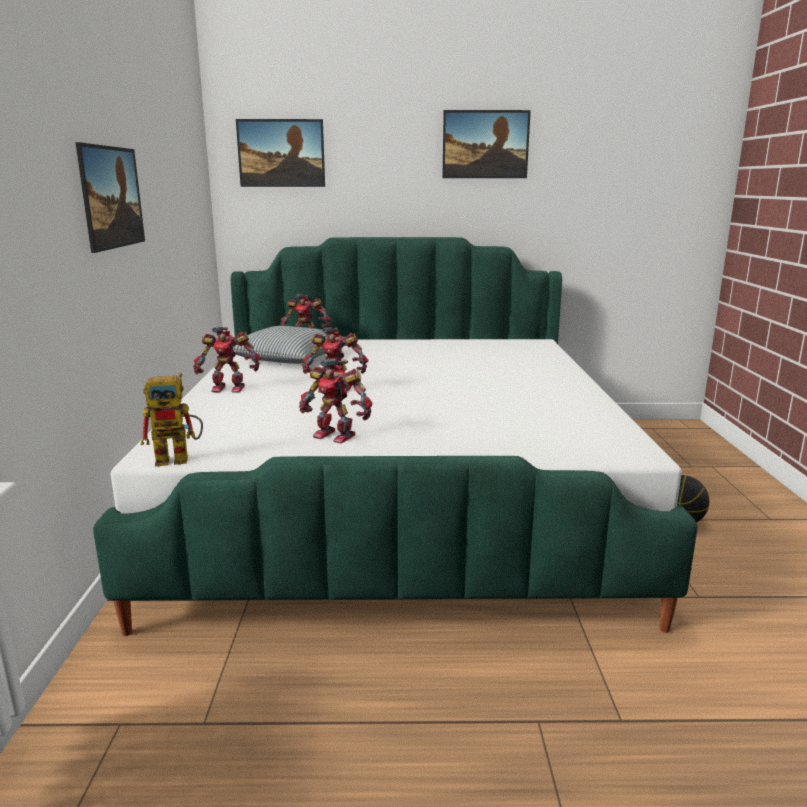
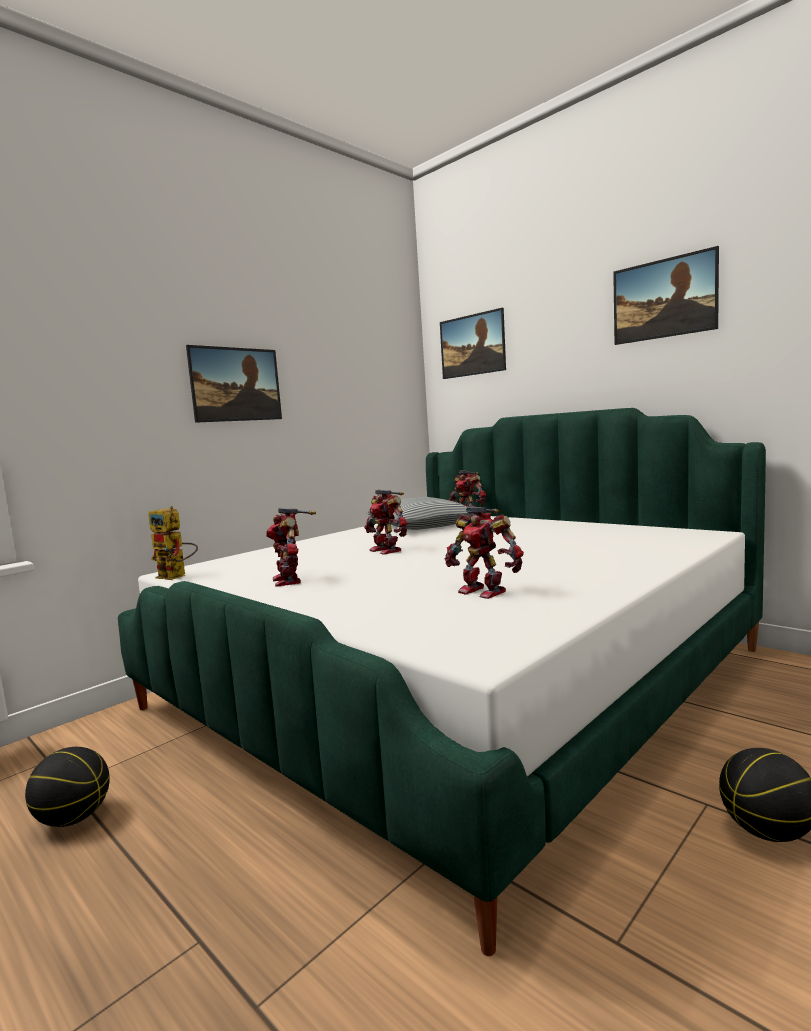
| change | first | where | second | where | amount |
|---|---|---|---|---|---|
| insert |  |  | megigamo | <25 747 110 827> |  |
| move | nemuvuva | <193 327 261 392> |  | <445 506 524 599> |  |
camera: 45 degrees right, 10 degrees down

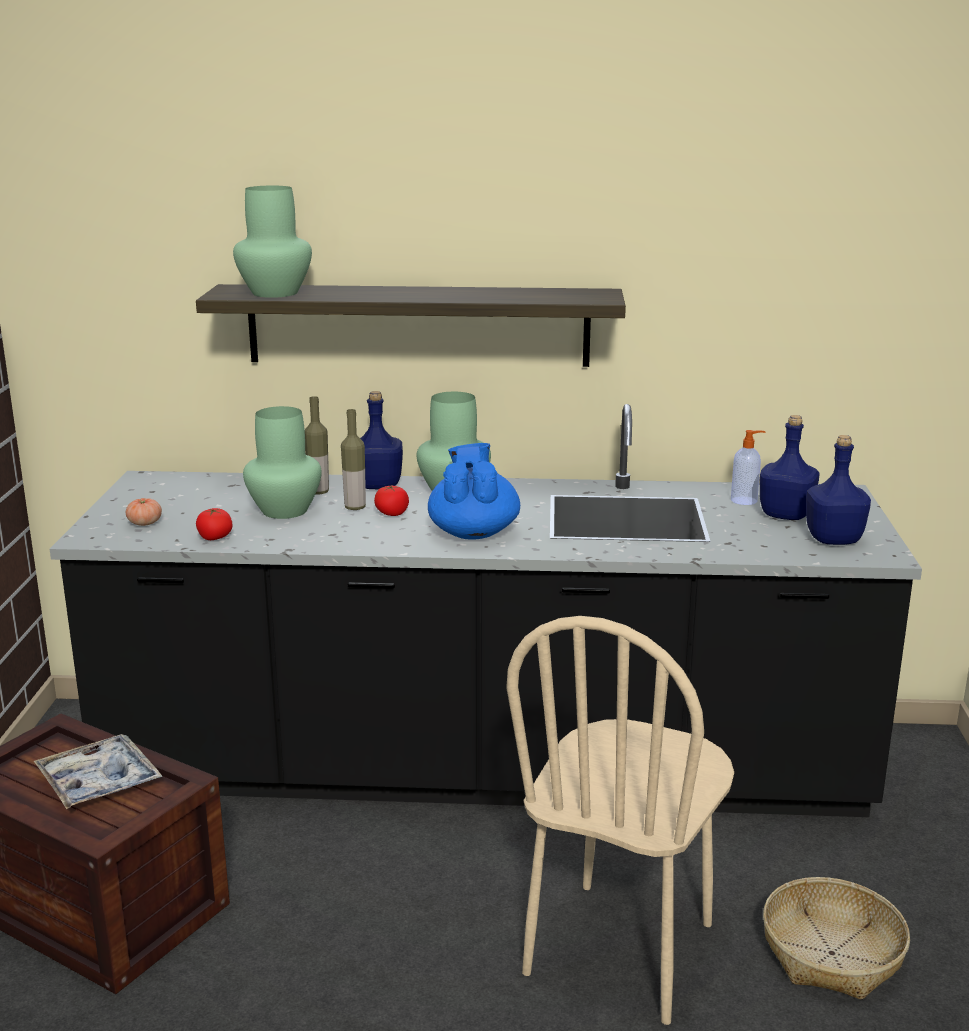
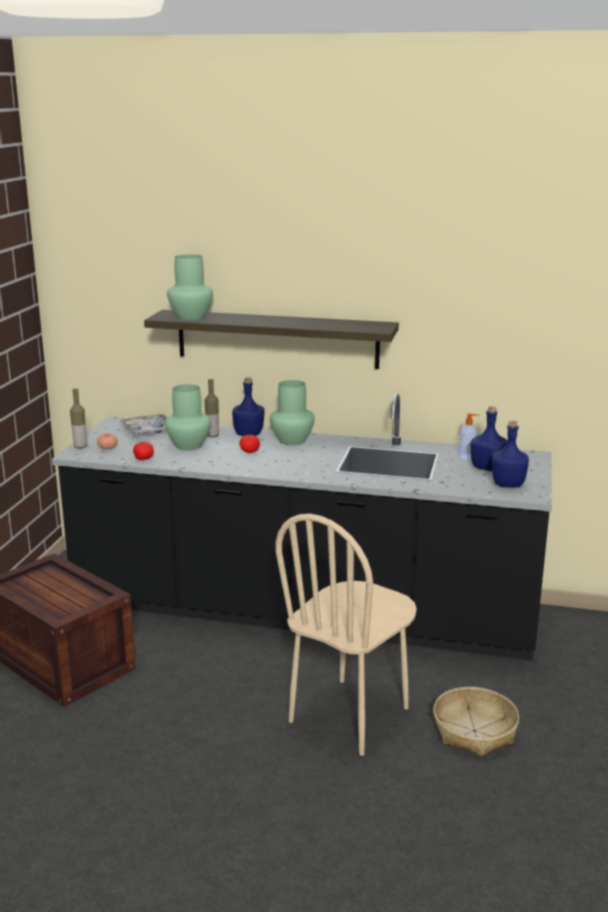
| change | first | where | second | where | amount |
|---|---|---|---|---|---|
| move | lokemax | <341 409 366 510> |  | <70 389 87 449> |  |
| move | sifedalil | <34 734 163 809> |  | <119 414 167 435> |  |
| delete | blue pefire | <428 443 520 539> |  |  |  |
camera: 10 degrees right, 0 degrees up

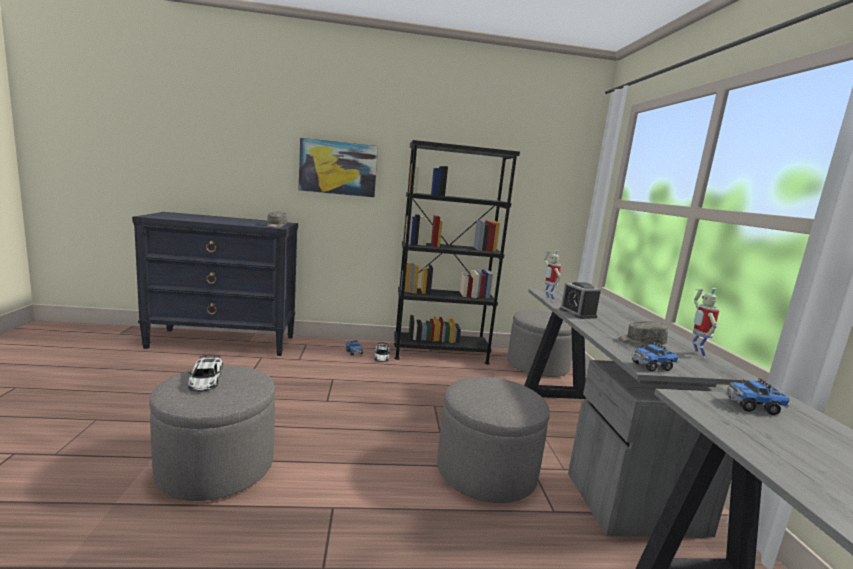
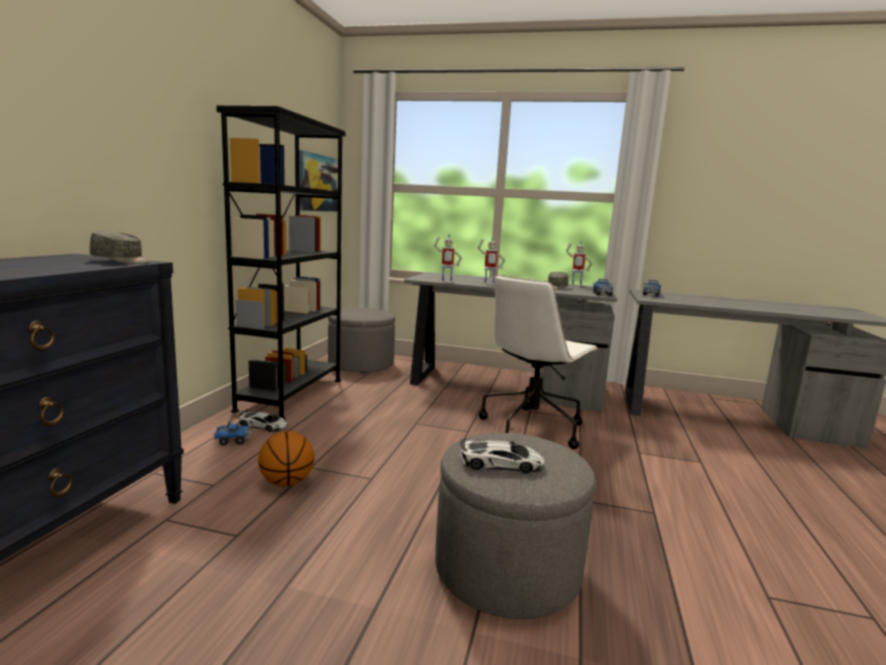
| change | first | where | second | where | amount |
|---|---|---|---|---|---|
| insert |  |  | megigamo | <258 431 314 486> |  |
| move | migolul | <299 138 378 197> |  | <299 150 338 212> |  |
| replace | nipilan | <559 282 601 319> | nemuvuva | <478 237 505 285> |  |
| replace | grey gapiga | <437 377 550 503> | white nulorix | <479 275 599 449> |  |
camera: 70 degrees left, 0 degrees up

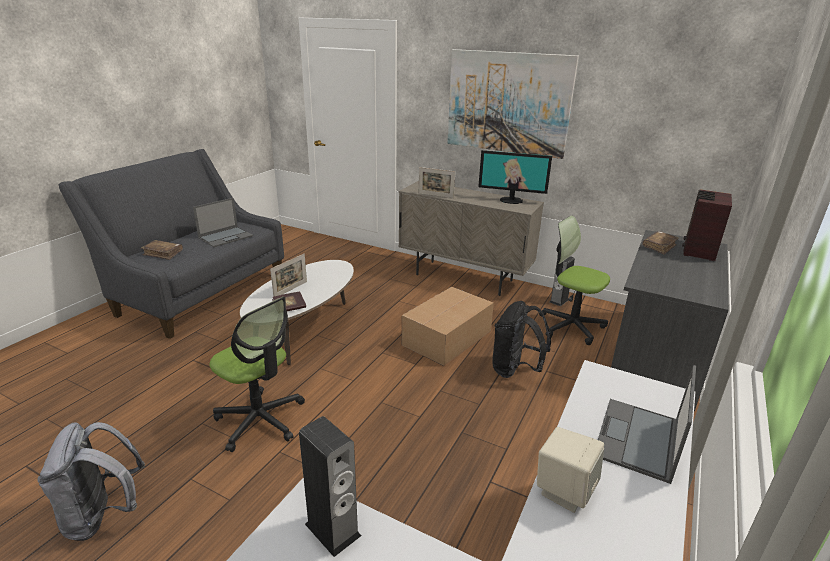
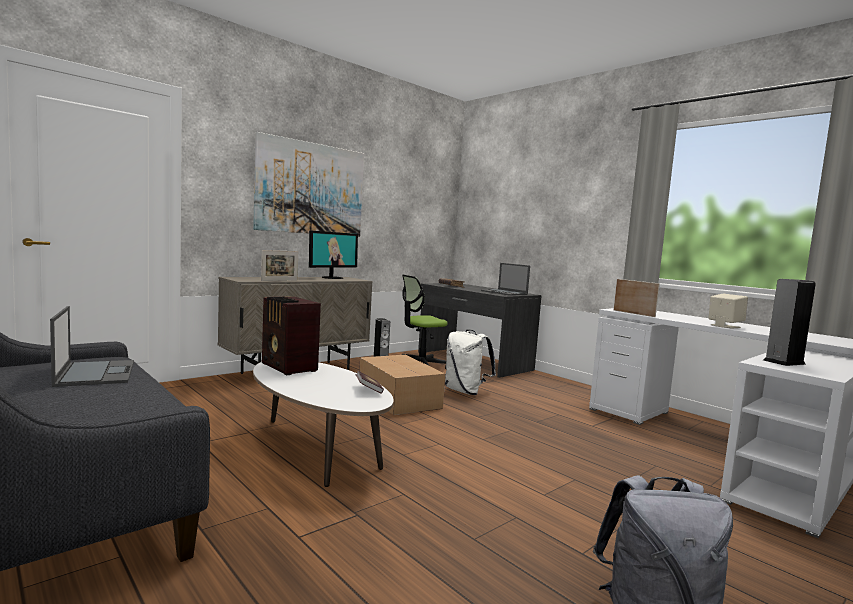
| change | first | where | second | where | amount |
|---|---|---|---|---|---|
| move | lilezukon | <682 190 732 261> |  | <262 297 321 376> |  |
| recolor | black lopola | <492 301 551 378> | white lopola | <445 329 496 395> |  |
| move | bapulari | <598 365 696 484> |  | <481 263 530 296> |  |
| move | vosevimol | <270 254 307 297> |  | <614 279 660 317> |  |
| delete | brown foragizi | <141 240 183 260> |  |  |  |
| delete | nulorix | <210 297 305 452> |  |  |  |
camera: 70 degrees left, 20 degrees down

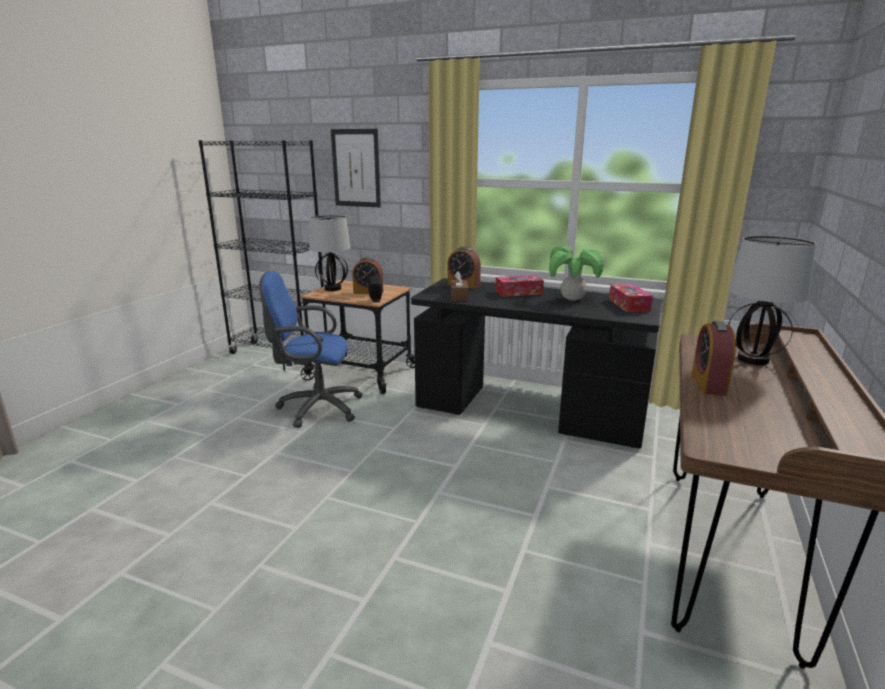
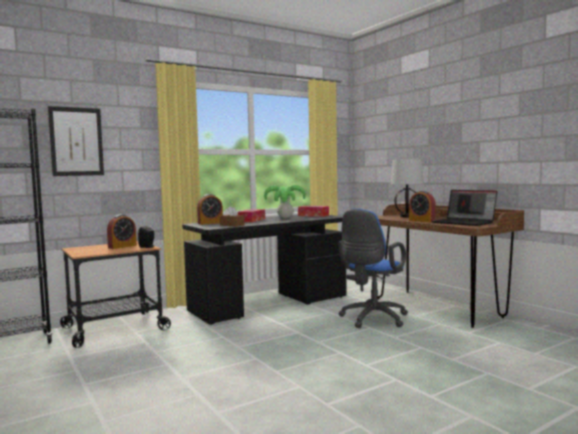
| change | first | where | second | where | amount |
|---|---|---|---|---|---|
| move | blue nulorix | <259 271 363 428> |  | <338 208 408 328> |  |
| insert |  |  | bapulari | <432 190 497 226> |  |
| delete | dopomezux | <309 215 351 291> |  |  |  |
camera: 55 degrees left, 15 degrees down

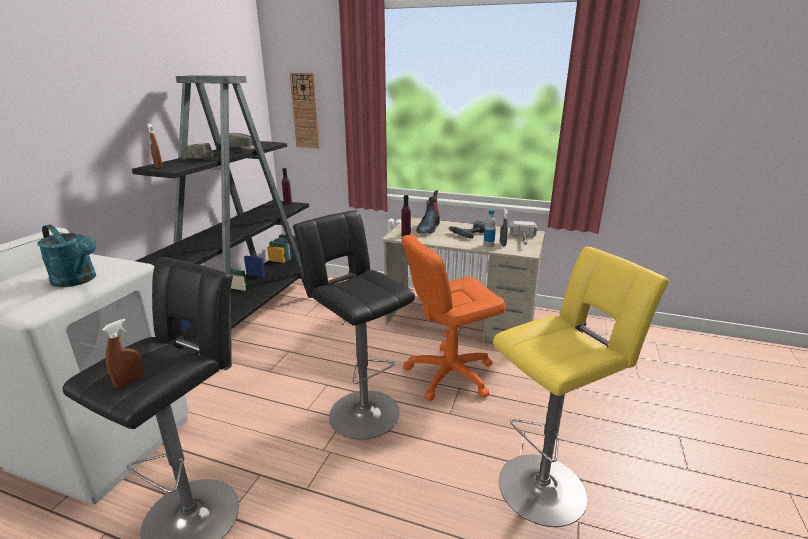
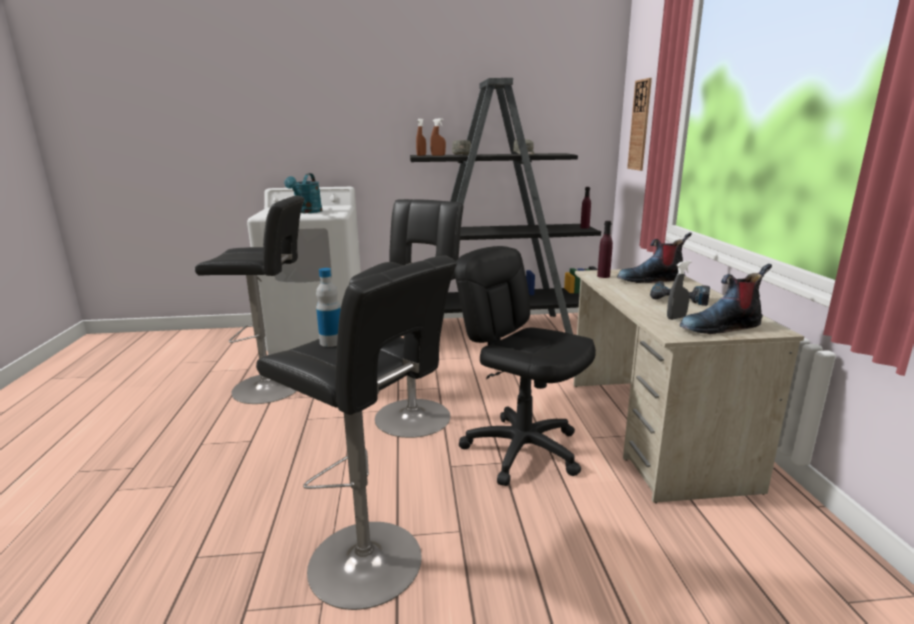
| change | first | where | second | where | amount |
|---|---|---|---|---|---|
| recolor | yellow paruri | <493 247 670 527> | black paruri | <256 255 457 610> |  |
| move | lokemax | <483 210 496 247> |  | <316 268 340 347> |  |
| move | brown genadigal | <102 319 143 388> |  | <430 118 446 156> |  |
| recolor | orange nulorix | <401 235 506 401> | black nulorix | <454 246 596 486> |  |
| replace | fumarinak | <510 221 537 245> | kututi | <680 264 772 334> |  |
camera: 65 degrees right, 5 degrees down

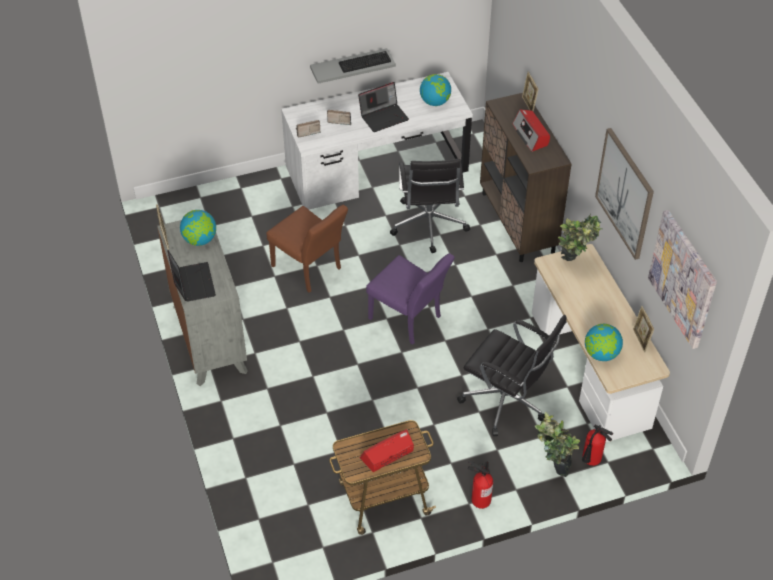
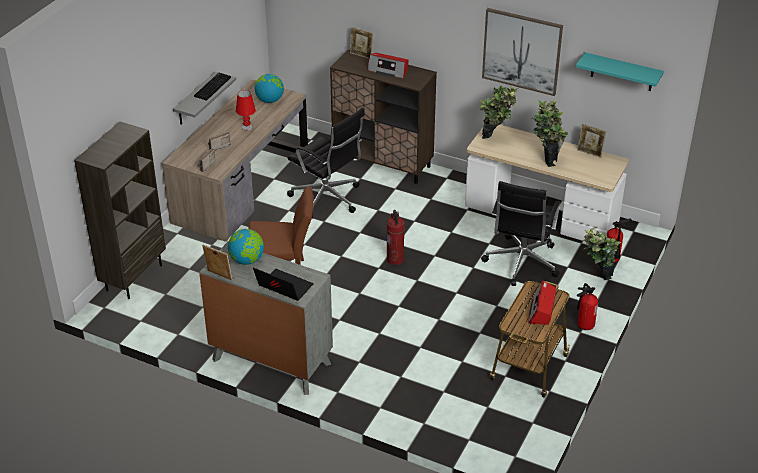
| change | first | where | second | where | amount |
|---|---|---|---|---|---|
| insert |  |  | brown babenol | <74 122 166 299> |  |
| recolor | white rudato | <281 72 473 210> | brown rudato | <162 80 308 242> |  |
| replace | bapulari | <358 82 409 132> | red dopomezux | <236 90 256 131> |  |
| replace | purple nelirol | <366 253 455 345> | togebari | <387 210 405 265> |  |
| rotate | black nulorix | <457 315 567 436> |  | <481 181 560 286> | 120 degrees clockwise |
| insert |  |  | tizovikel | <532 99 568 167> |  |
| replace | migolul | <648 210 717 349> | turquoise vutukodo | <576 52 664 91> |  |
| delete | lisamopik | <585 324 623 361> |  |  |  |
camera: 45 degrees left, 10 degrees down

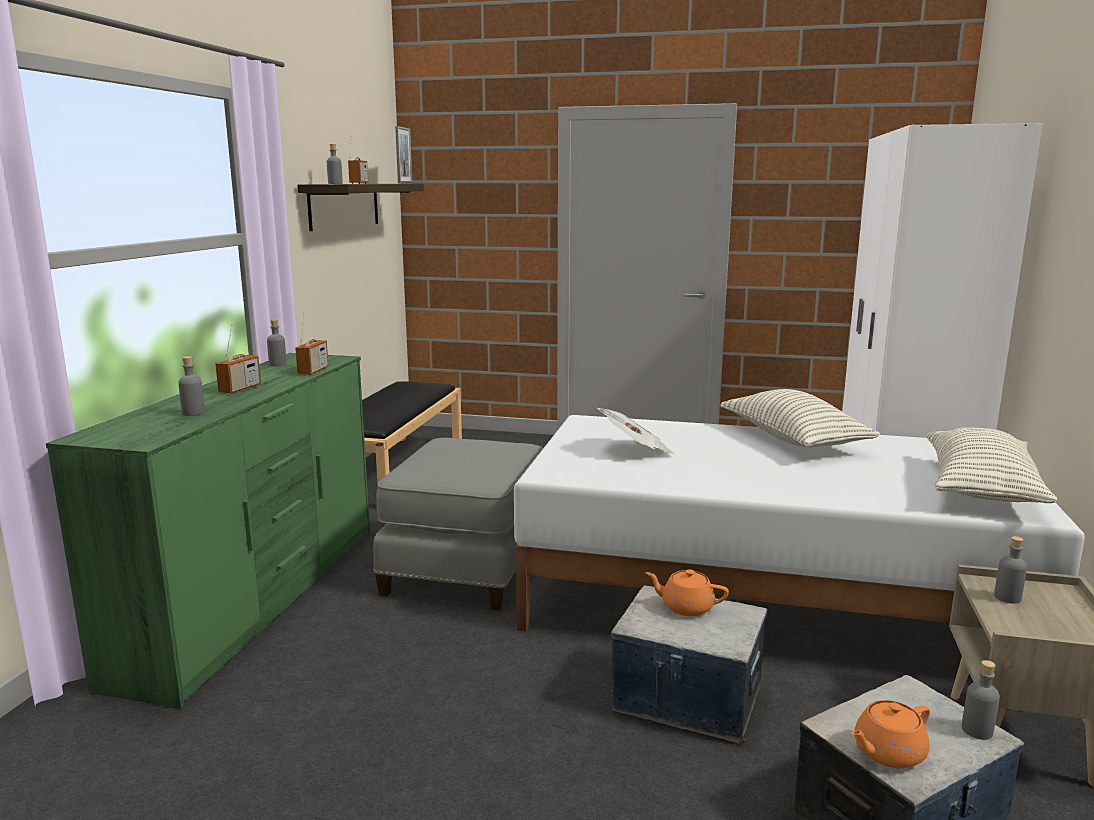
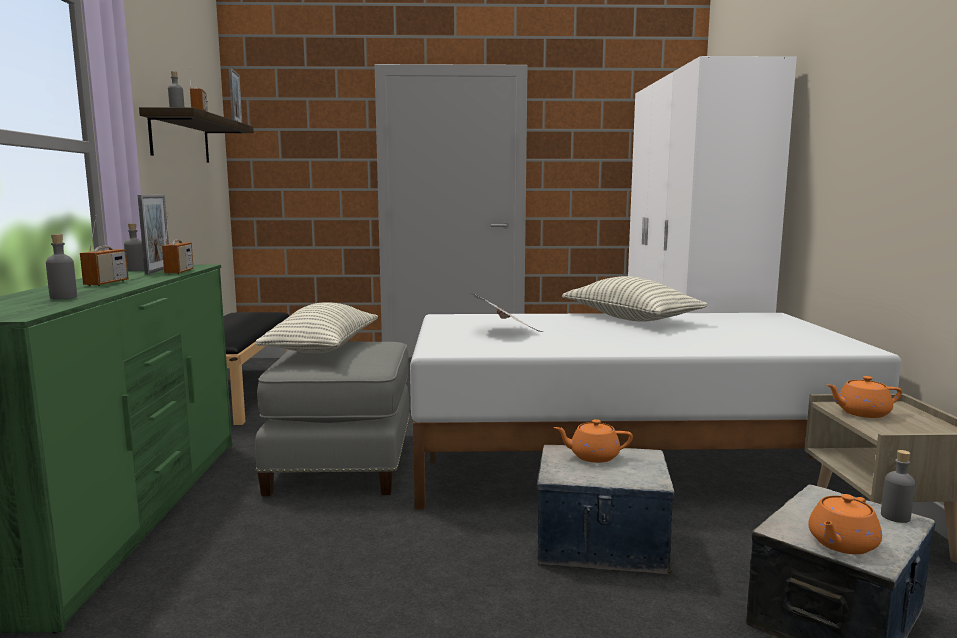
| change | first | where | second | where | amount |
|---|---|---|---|---|---|
| insert |  |  | vosevimol | <138 195 169 274> |  |
| move | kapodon | <927 427 1057 503> |  | <256 302 378 353> |  |
| replace | grey lokemax | <994 536 1027 604> | orange pefire | <827 376 902 418> |  |
camera: 15 degrees left, 5 degrees down

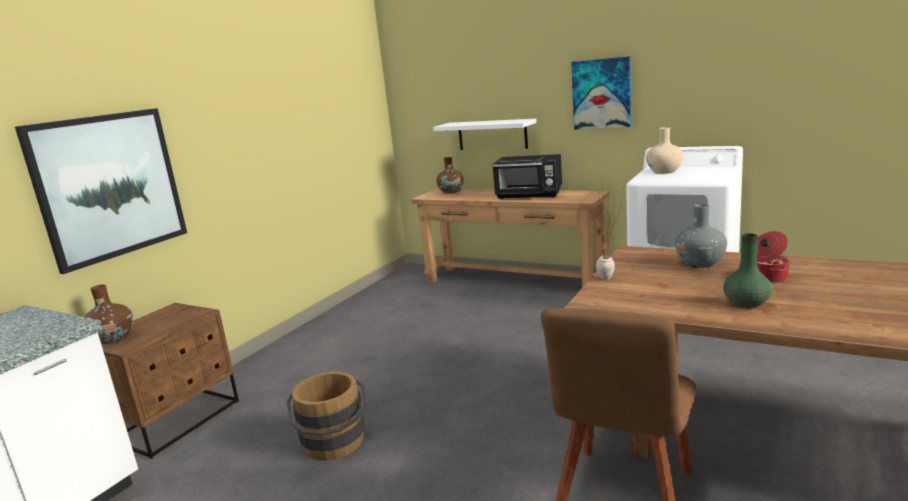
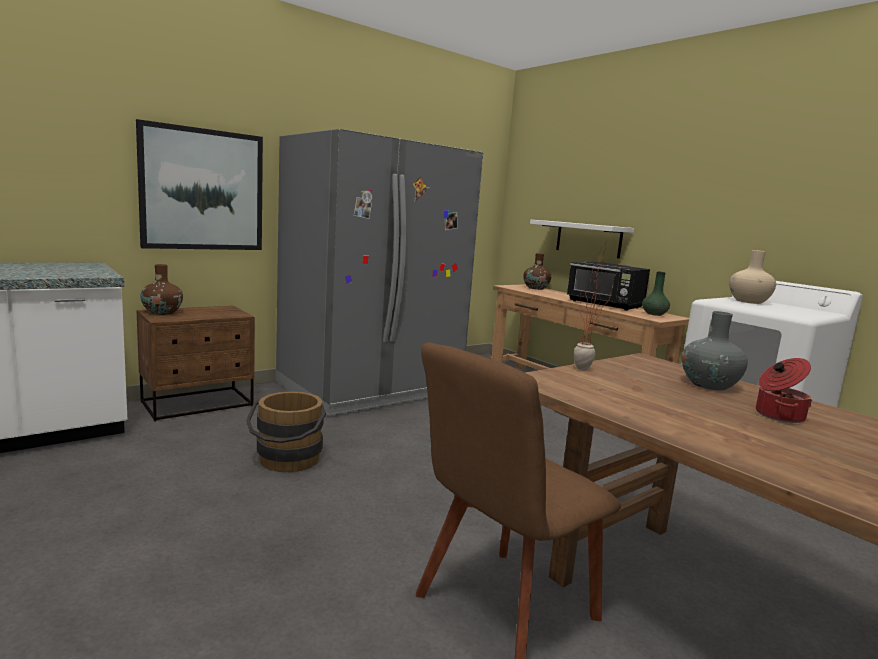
| change | first | where | second | where | amount |
|---|---|---|---|---|---|
| insert |  |  | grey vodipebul | <276 129 483 416> |  |
| move | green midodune | <723 233 773 308> |  | <642 271 670 316> |  |
| delete | migolul | <571 56 631 130> |  |  |  |
camera: 20 degrees right, 5 degrees down

